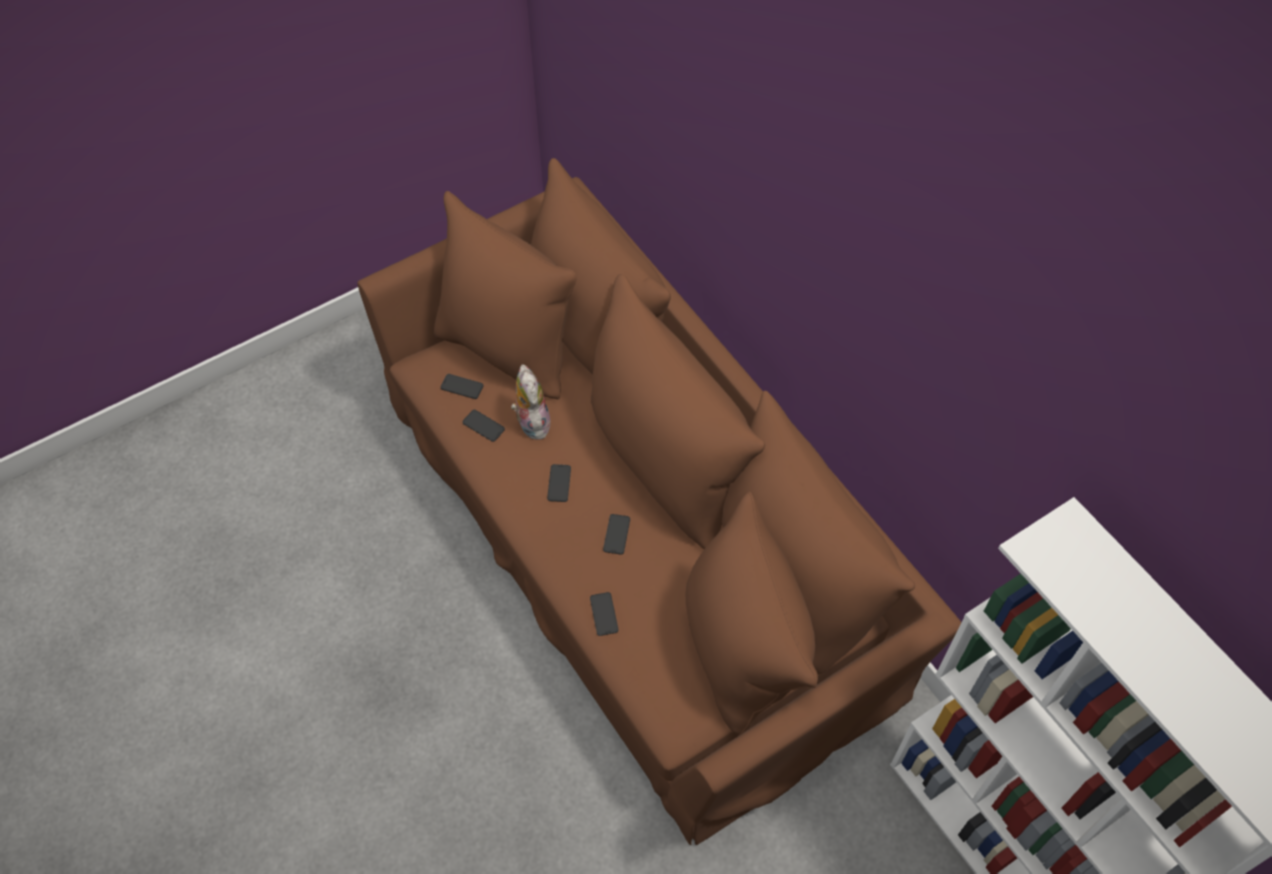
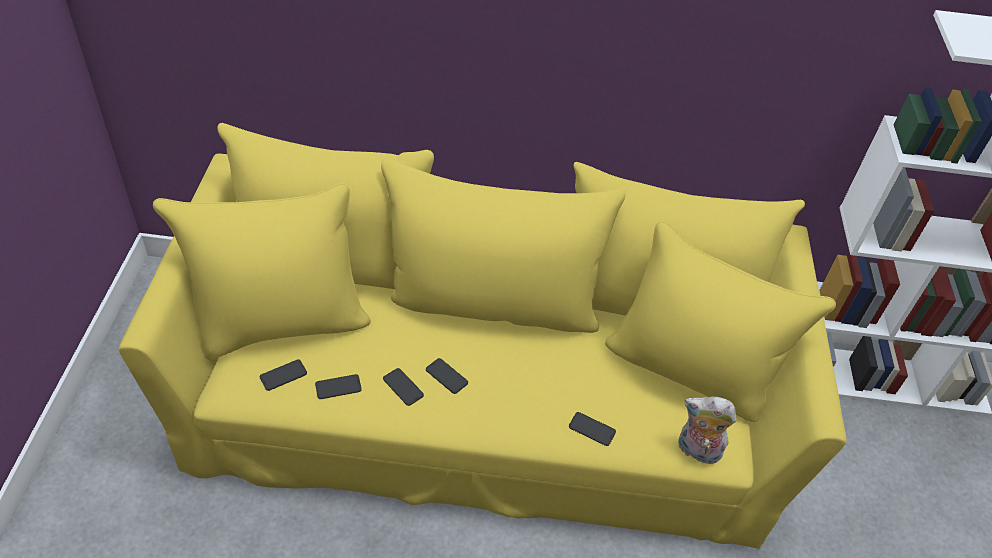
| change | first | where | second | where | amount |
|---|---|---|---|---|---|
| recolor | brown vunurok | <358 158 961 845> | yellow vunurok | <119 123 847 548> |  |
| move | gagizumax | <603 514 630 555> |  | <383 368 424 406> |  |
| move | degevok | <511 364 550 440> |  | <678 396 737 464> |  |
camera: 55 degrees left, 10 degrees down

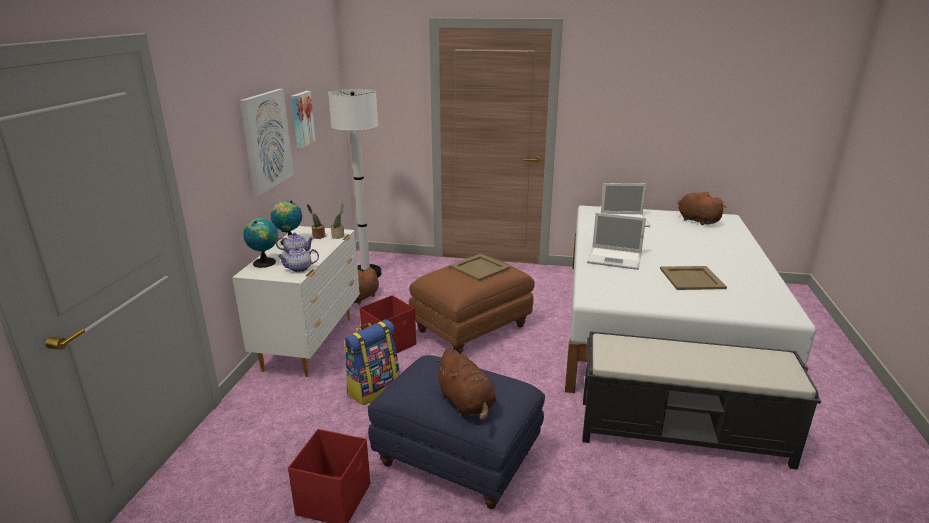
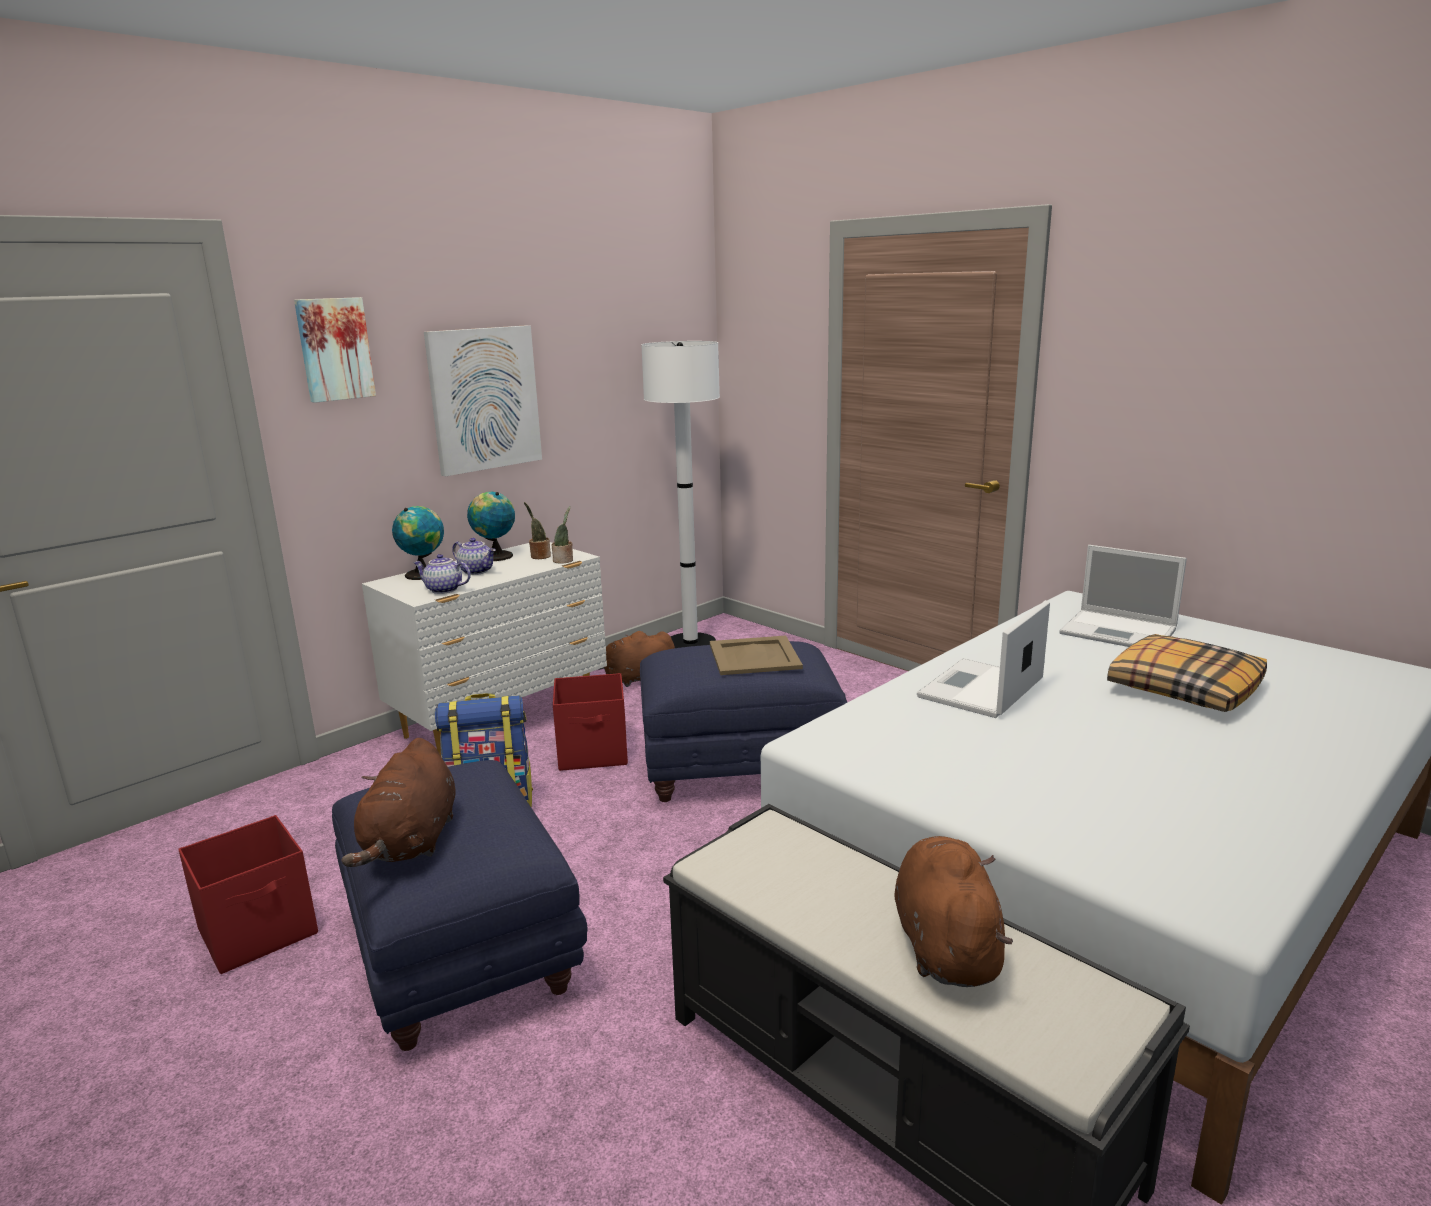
| change | first | where | second | where | amount |
|---|---|---|---|---|---|
| move | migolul | <291 91 316 148> |  | <294 297 376 403> |  |
| recolor | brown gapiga | <409 256 535 354> | blue gapiga | <640 641 847 802> |  |
| move | brown degevok | <678 192 726 225> |  | <894 836 1013 987> |  |
| rotate | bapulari | <587 213 646 270> |  | <917 600 1050 718> | 75 degrees clockwise |
| insert |  |  | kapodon | <1107 634 1267 712> |  |
| delete | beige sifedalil | <660 266 727 290> |  |  |  |
camera: 35 degrees right, 5 degrees down

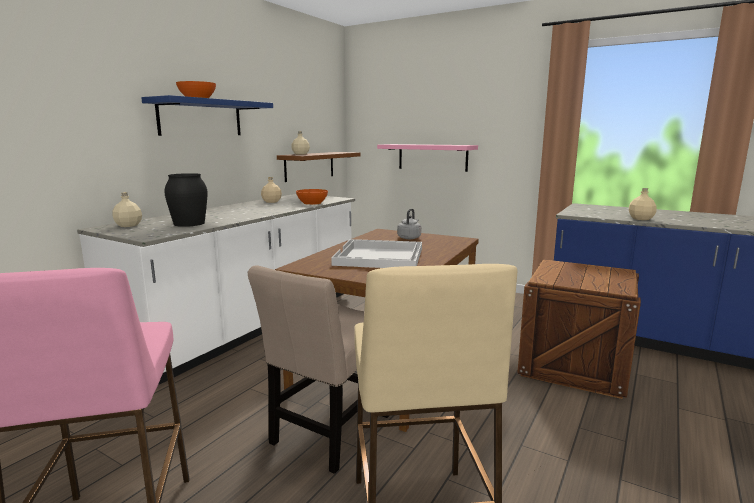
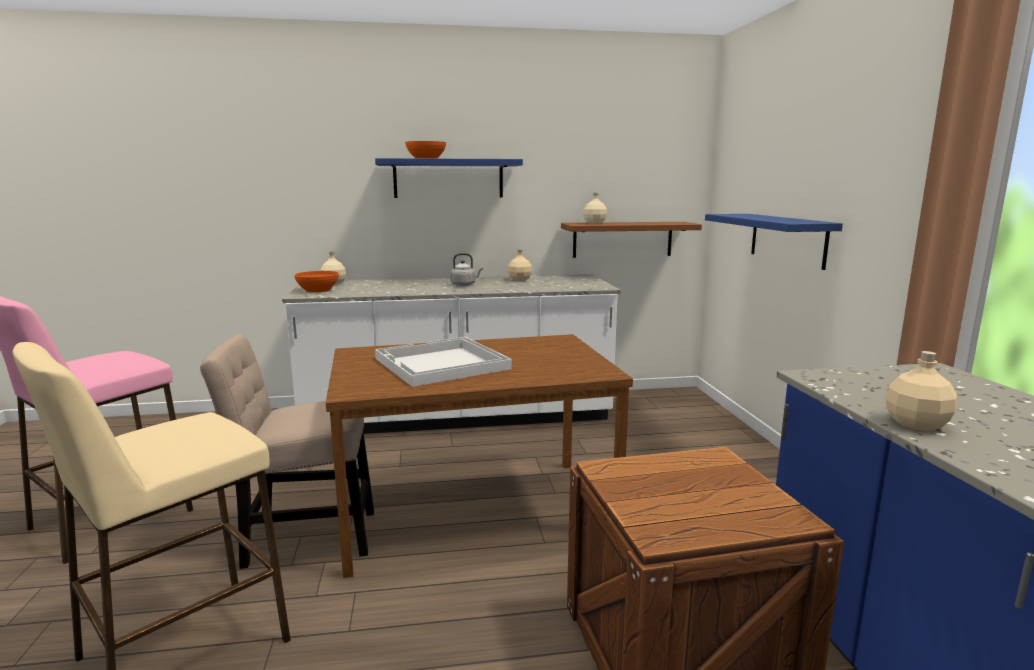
| change | first | where | second | where | amount |
|---|---|---|---|---|---|
| move | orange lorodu | <296 189 328 205> |  | <294 271 339 293> |  |
| move | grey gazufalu | <397 209 421 239> |  | <450 253 483 286> |  |
| recolor | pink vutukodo | <377 144 478 172> | blue vutukodo | <705 214 843 270> |  |
| delete | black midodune | <164 173 208 227> |  |  |  |
camera: 50 degrees right, 0 degrees up

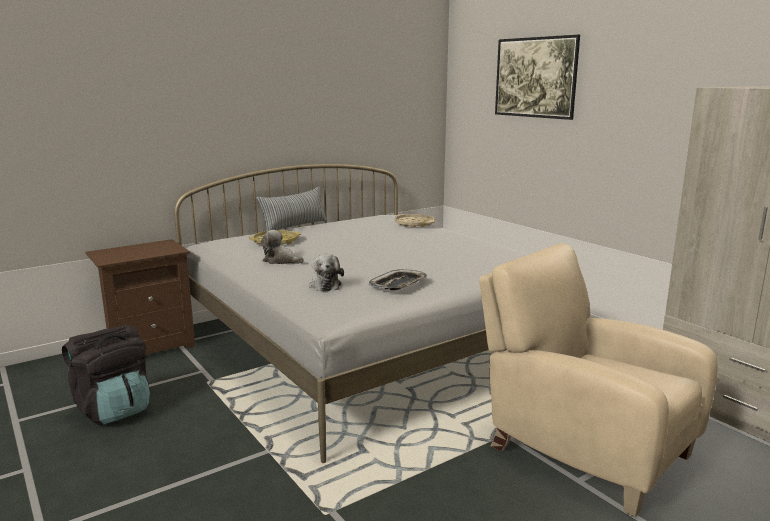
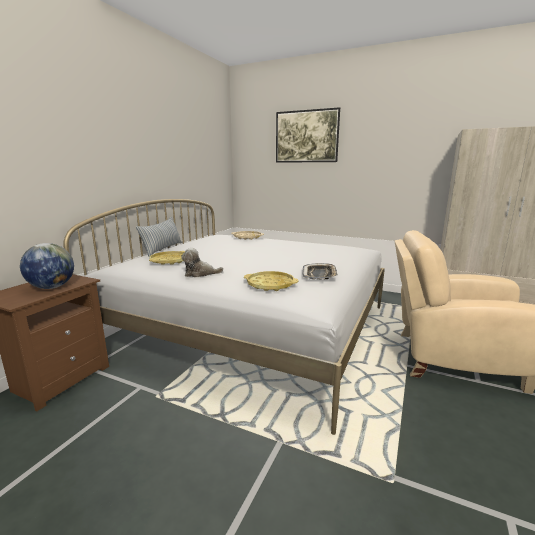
| change | first | where | second | where | amount |
|---|---|---|---|---|---|
| insert |  |  | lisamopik | <20 243 74 289> |  |
| replace | degevok | <309 254 344 291> | yellow sifedalil | <244 271 298 291> |  |
| delete | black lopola | <62 325 150 425> |  |  |  |
camera: 30 degrees left, 0 degrees up

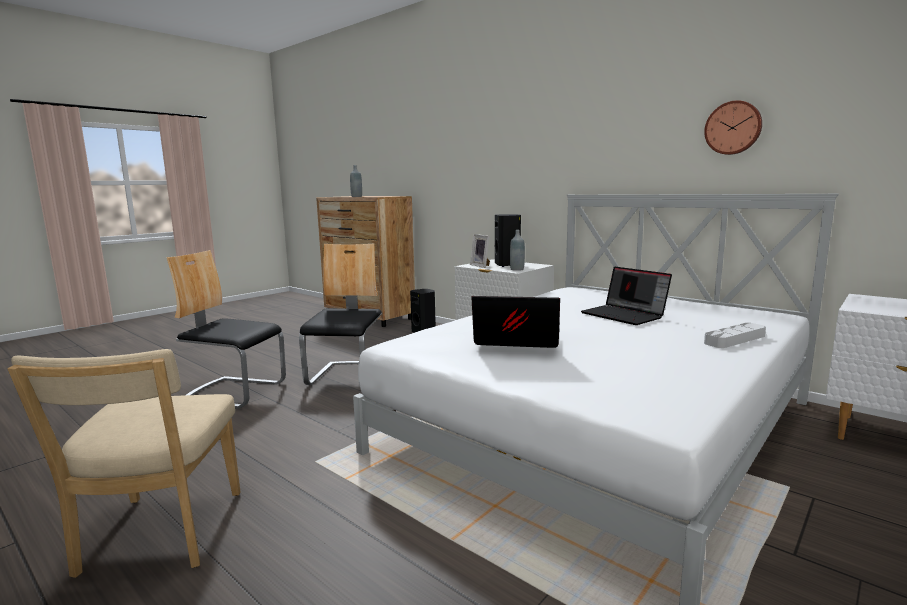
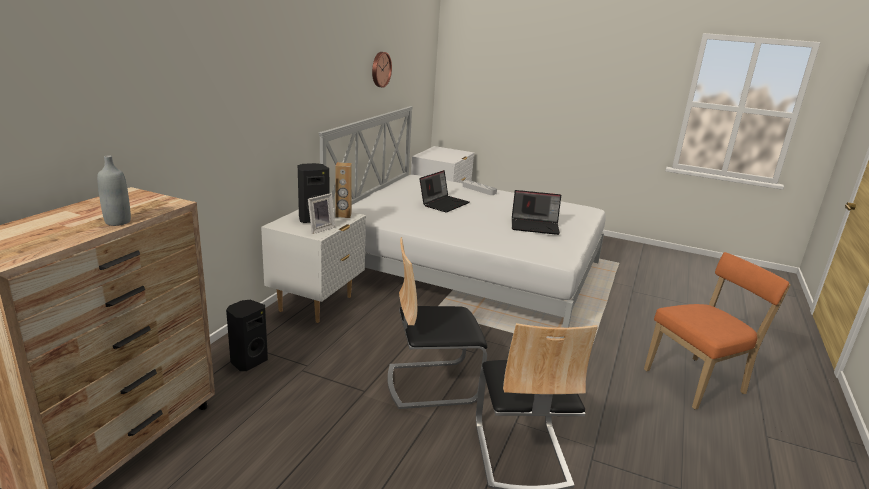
| change | first | where | second | where | amount |
|---|---|---|---|---|---|
| replace | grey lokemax | <510 230 525 271> | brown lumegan | <335 162 352 218> |  |
| rotate | bapulari | <471 296 560 348> |  | <512 190 561 235> | 75 degrees counterclockwise |
| recolor | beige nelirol | <7 349 240 578> | orange nelirol | <644 252 791 410> |  |
camera: 110 degrees left, 10 degrees up

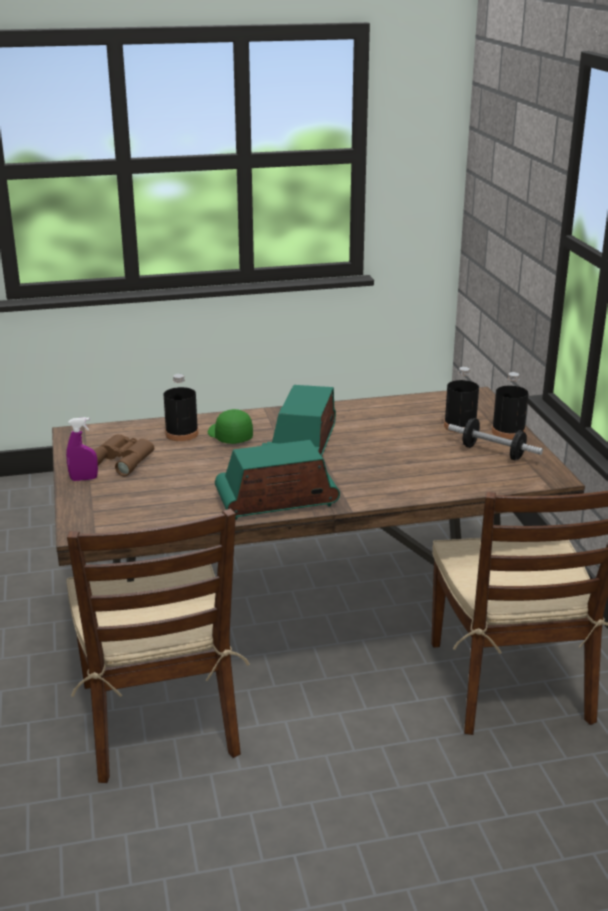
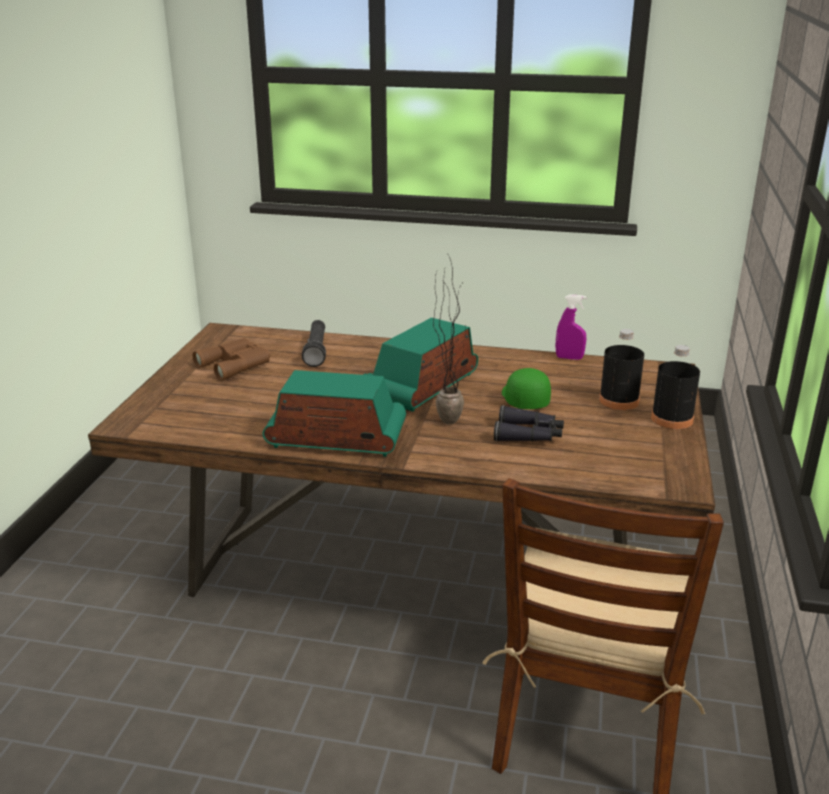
| change | first | where | second | where | amount |
|---|---|---|---|---|---|
| replace | black lokemax | <163 374 198 441> | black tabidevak | <302 320 326 367> |  |
| insert |  |  | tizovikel | <433 255 466 424> |  |
| insert |  |  | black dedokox | <494 405 564 442> |  |
| move | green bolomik | <208 409 253 444> |  | <502 368 551 409> |  |
| move | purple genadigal | <66 417 98 481> |  | <556 294 586 360> |  |
| delete | brown nelirol | <66 509 250 783> |  |  |  |
| delete | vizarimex | <448 418 543 460> |  |  |  |
camera: 25 degrees right, 0 degrees up

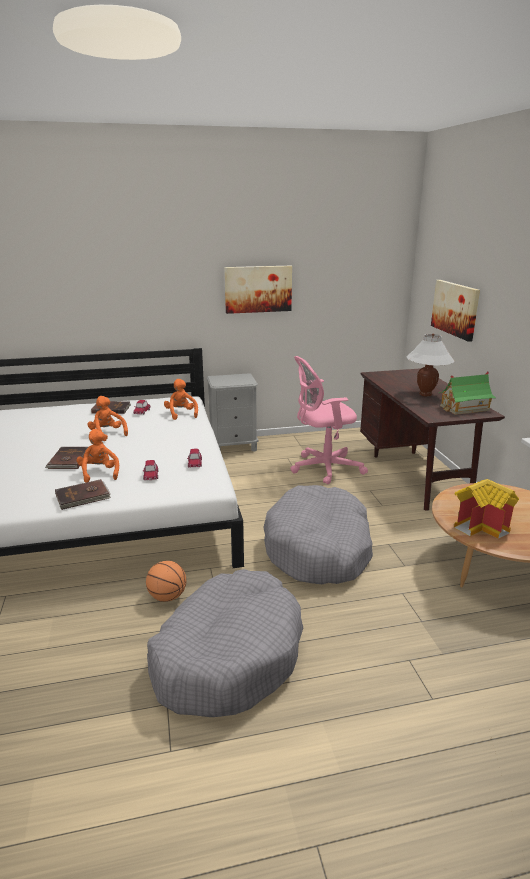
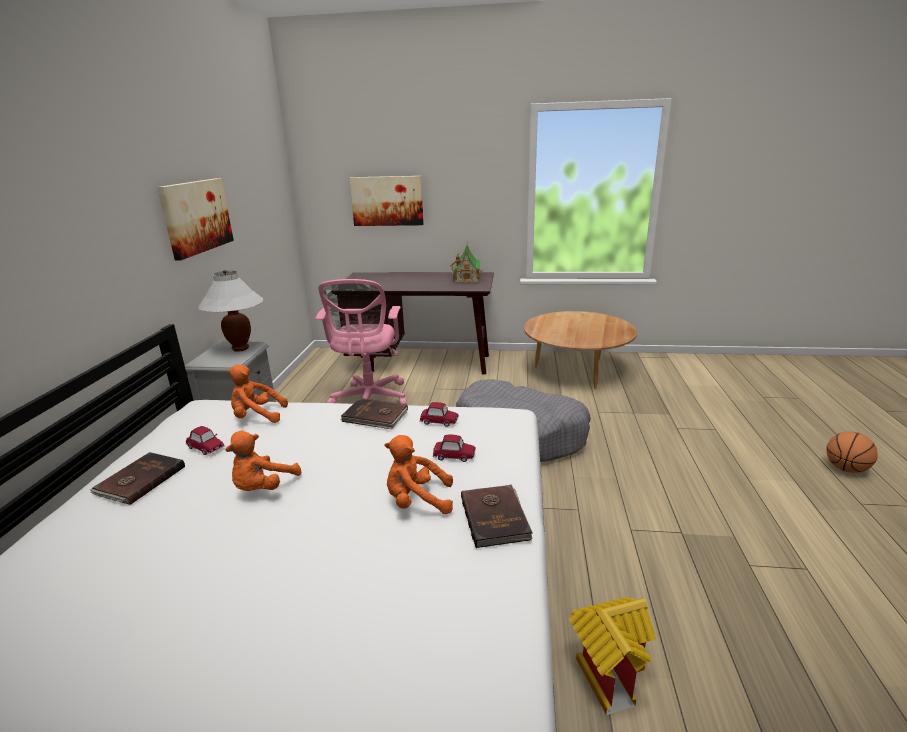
| change | first | where | second | where | amount |
|---|---|---|---|---|---|
| move | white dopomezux | <406 333 455 397> |  | <198 270 263 352> |  |
| rotate | orange degevok | <87 396 128 441> |  | <226 430 301 491> | 45 degrees counterclockwise |
| move | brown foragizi | <45 447 88 469> |  | <341 398 408 429> |  |
| move | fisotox | <454 479 519 539> |  | <569 597 656 715> |  |
| move | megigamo | <146 561 186 602> |  | <827 432 878 473> |  |
| delete | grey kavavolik | <147 569 303 717> |  |  |  |
camera: 70 degrees left, 0 degrees up

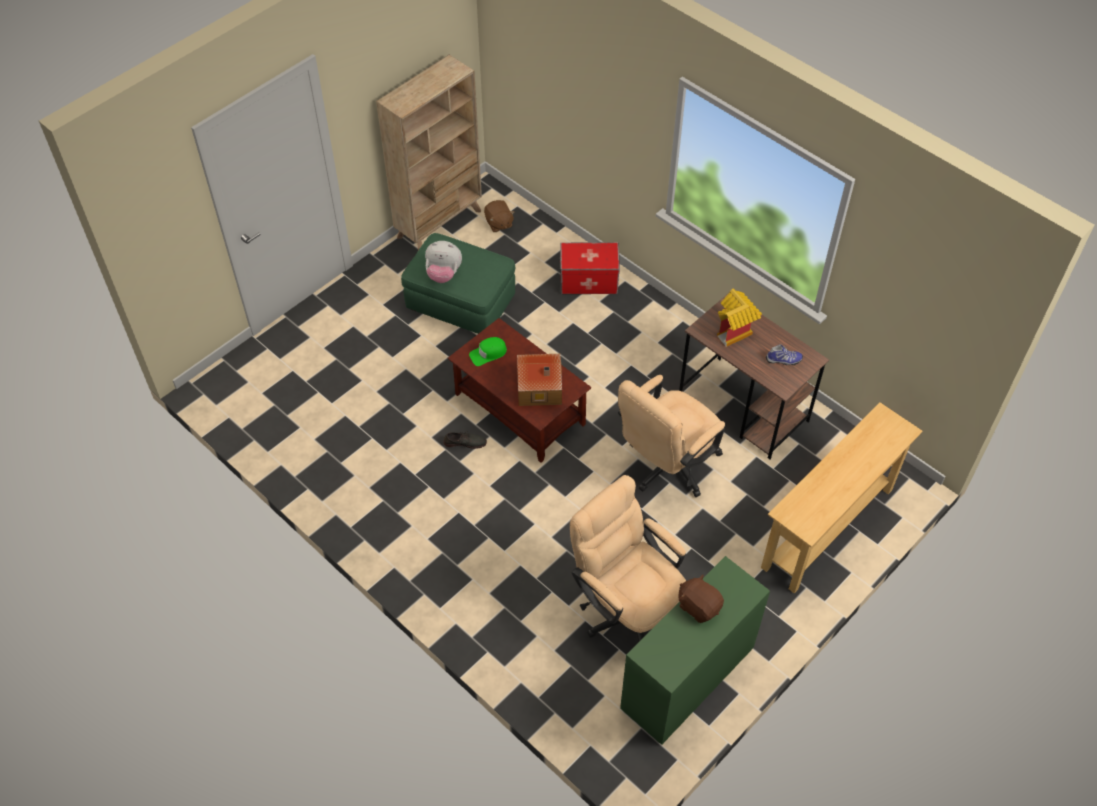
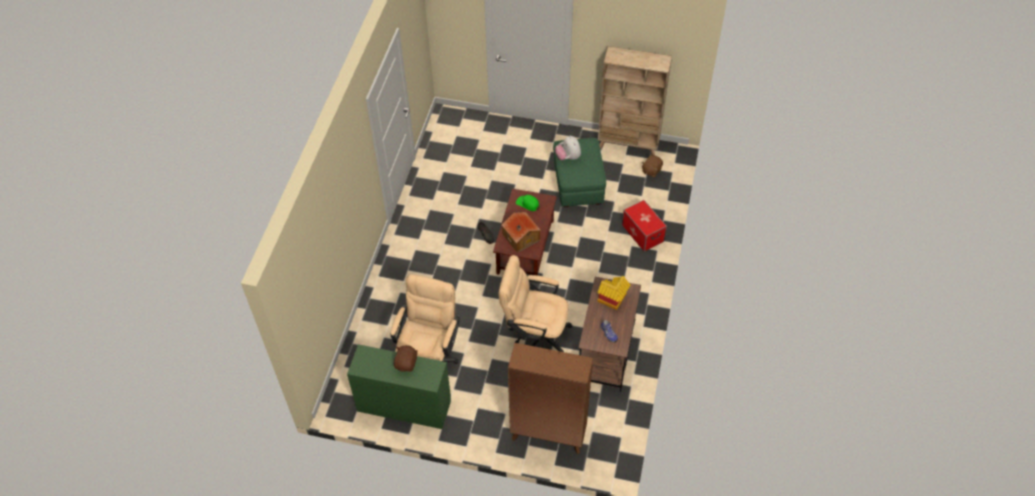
| change | first | where | second | where | amount |
|---|---|---|---|---|---|
| replace | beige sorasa | <761 402 923 593> | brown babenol | <508 343 593 454> |  |
camera: 60 degrees right, 0 degrees up

